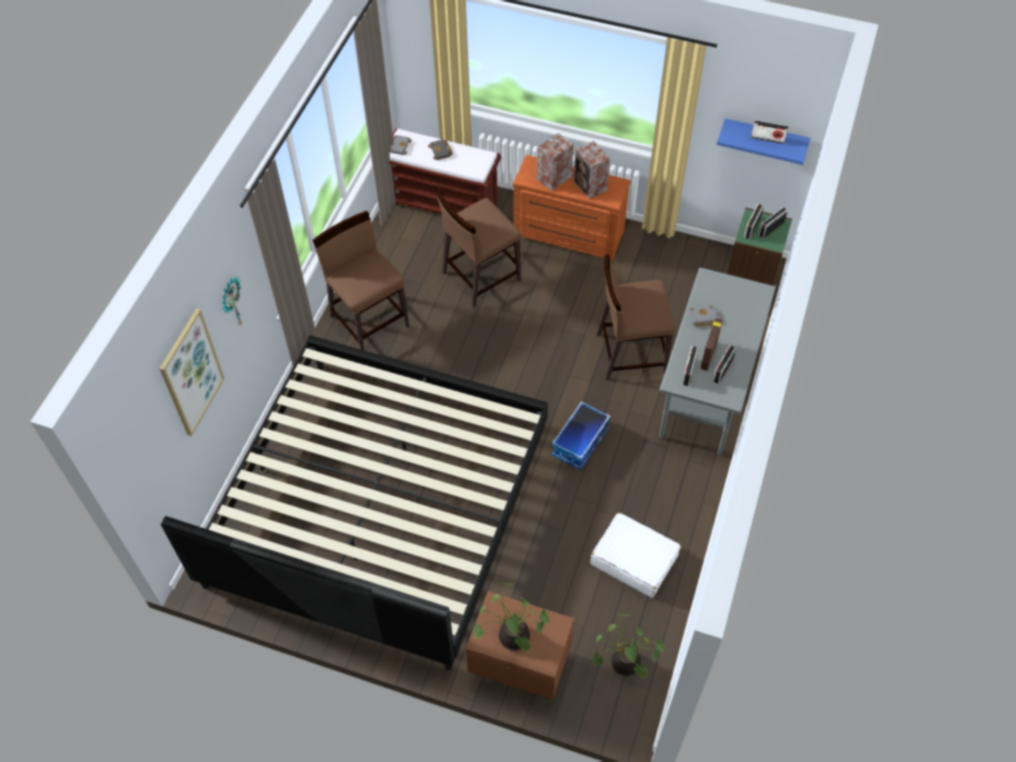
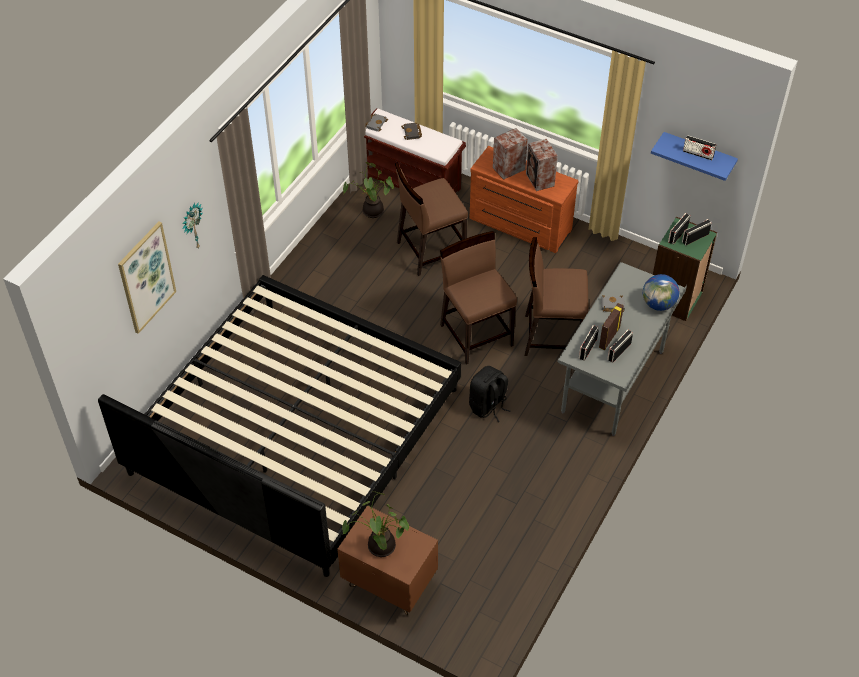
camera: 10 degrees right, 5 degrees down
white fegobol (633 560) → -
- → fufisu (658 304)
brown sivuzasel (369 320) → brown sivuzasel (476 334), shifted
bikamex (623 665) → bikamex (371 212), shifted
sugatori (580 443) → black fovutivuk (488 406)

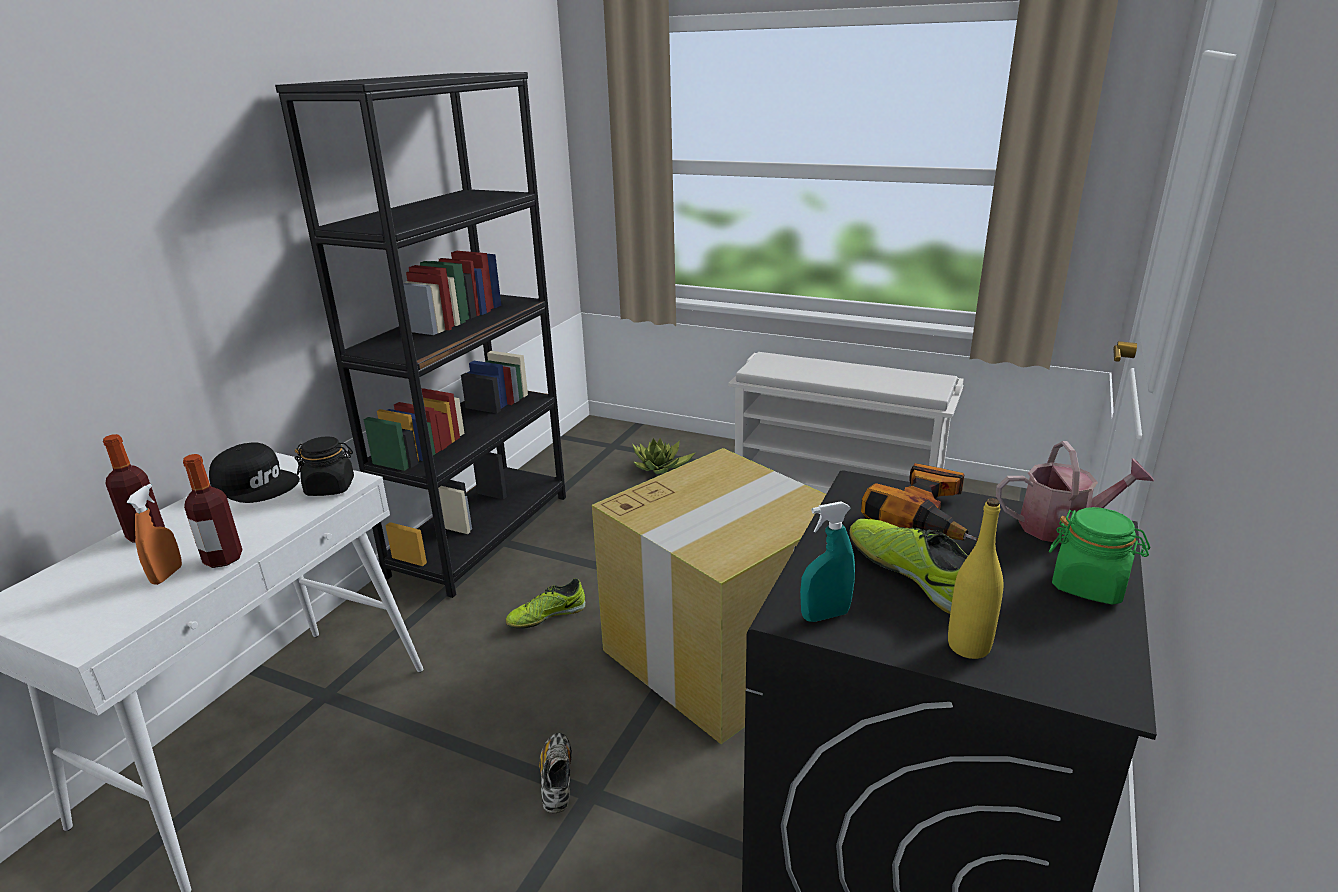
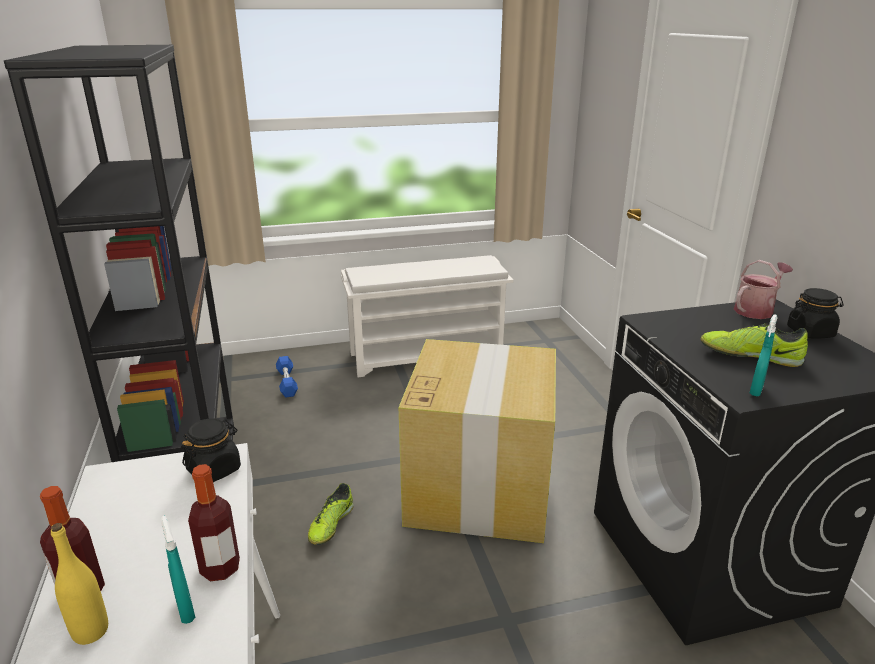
camera: 40 degrees left, 0 degrees up
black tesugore (257 484) → -
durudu (557 780) → -
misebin (931 517) → -
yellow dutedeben (968 646) → yellow dutedeben (90 631), shifted
bikamex (660 467) → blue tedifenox (287 383)
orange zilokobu (167 575) → turquoise zilokobu (185 609)
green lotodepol (1089 585) → black lotodepol (810 332)

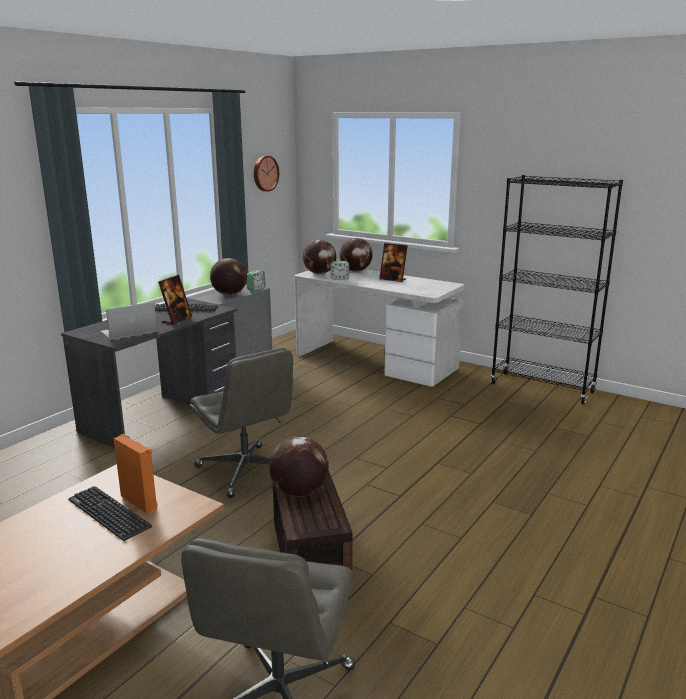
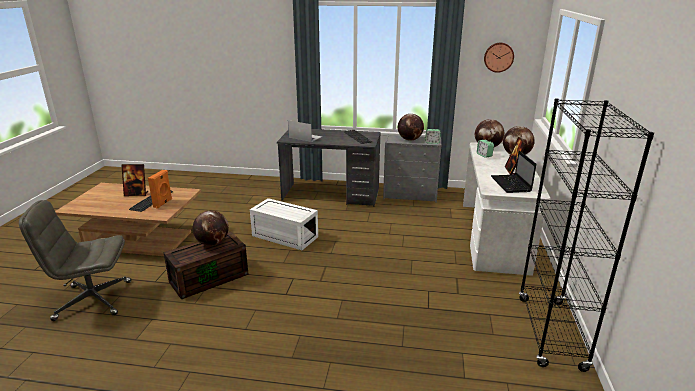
camera: 65 degrees right, 5 degrees up
- → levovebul (511 184)
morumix (177 320) → morumix (136 194), shifted
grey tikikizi (246 471) → white sugatori (283 236)

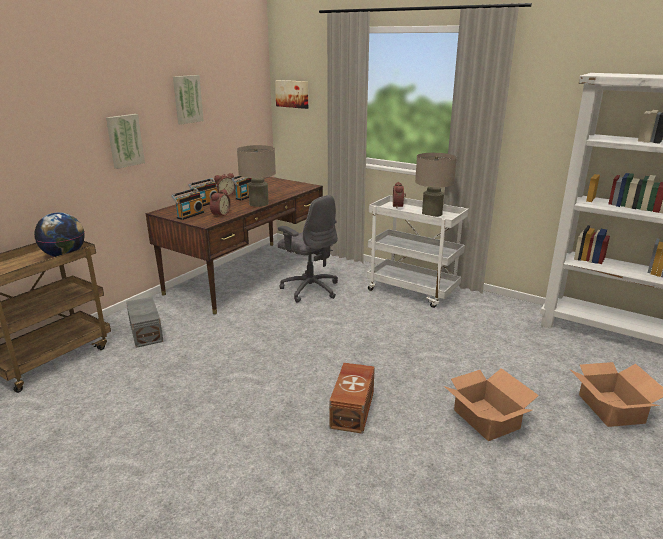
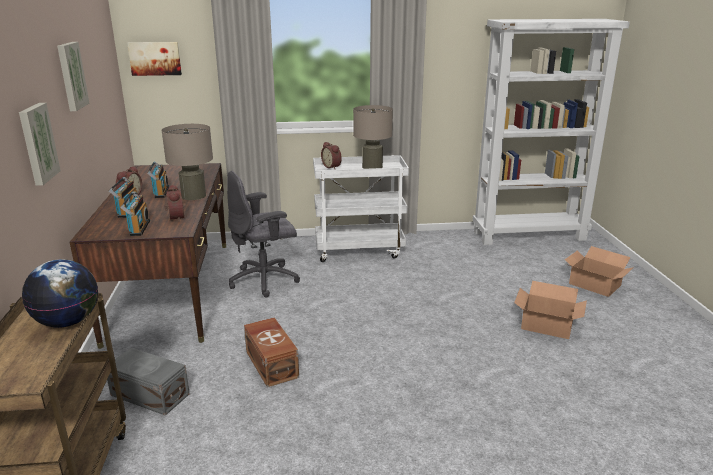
camera: 40 degrees left, 0 degrees up
brown sugatori (353 409) → brown sugatori (272 363), shifted
grey tikikizi (310 289) → grey tikikizi (265 280), 150 degrees clockwise

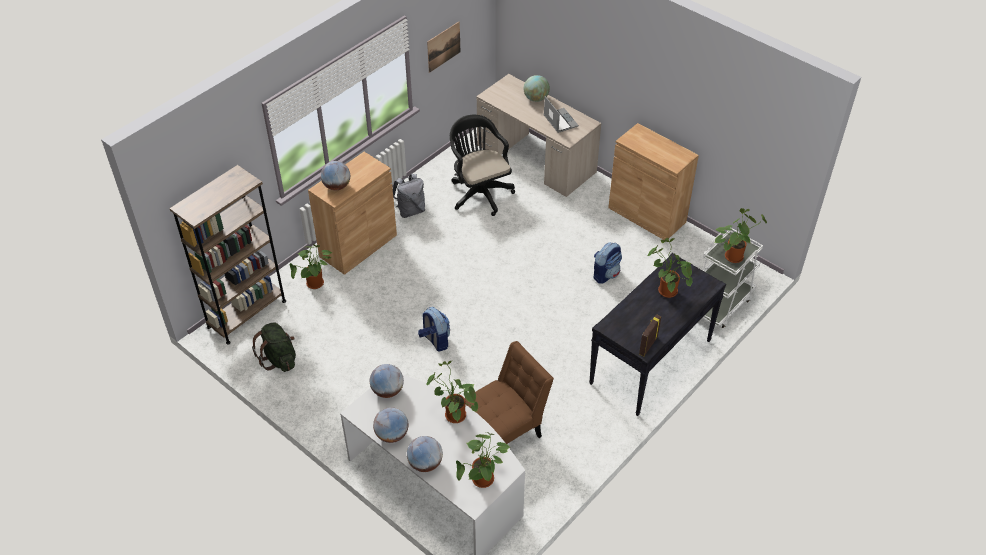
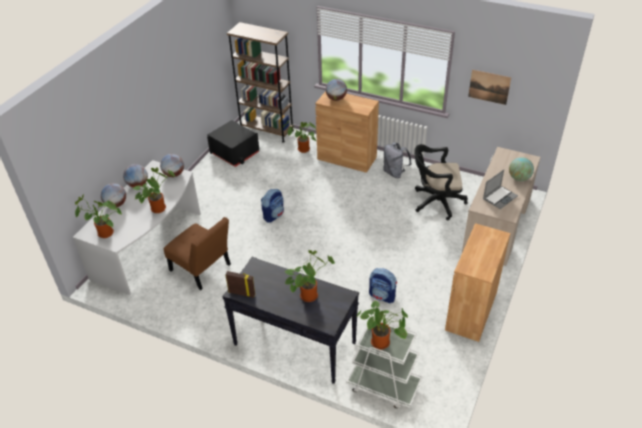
camera: 75 degrees right, 5 degrees down
green fovutivuk (279 359) → black sugatori (235 153)
black tikikizi (479 192) → black tikikizi (435 202), 135 degrees counterclockwise

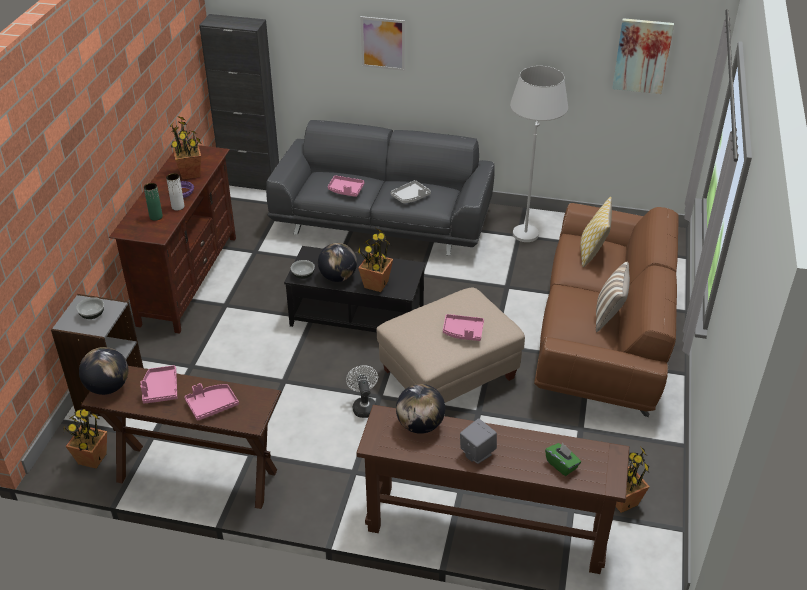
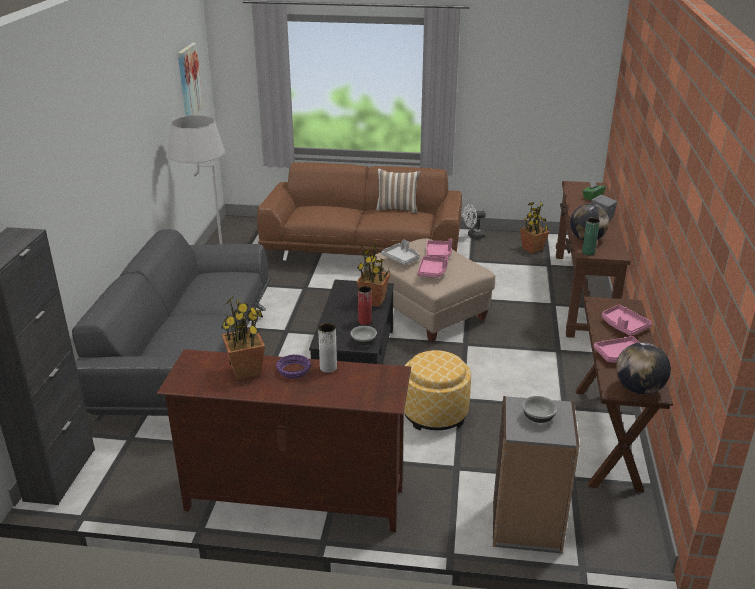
camera: 95 degrees left, 10 degrees down
bikamex (92 459) → -
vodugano (383 43) → -
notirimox (592 252) → -
- → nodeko (435 413)
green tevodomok (156 217) → green tevodomok (588 252), shifted
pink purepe (345 190) → pink purepe (432 272), shifted
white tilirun (363 406) → white tilirun (473 236), shifted
grey purepe (410 197) → grey purepe (401 258), shifted
fufisu (338 277) → red tevodomok (364 321)

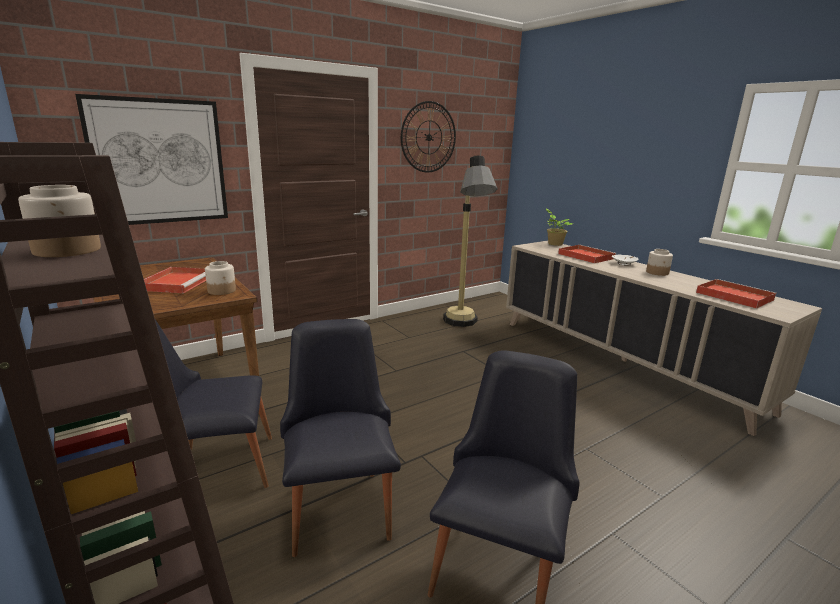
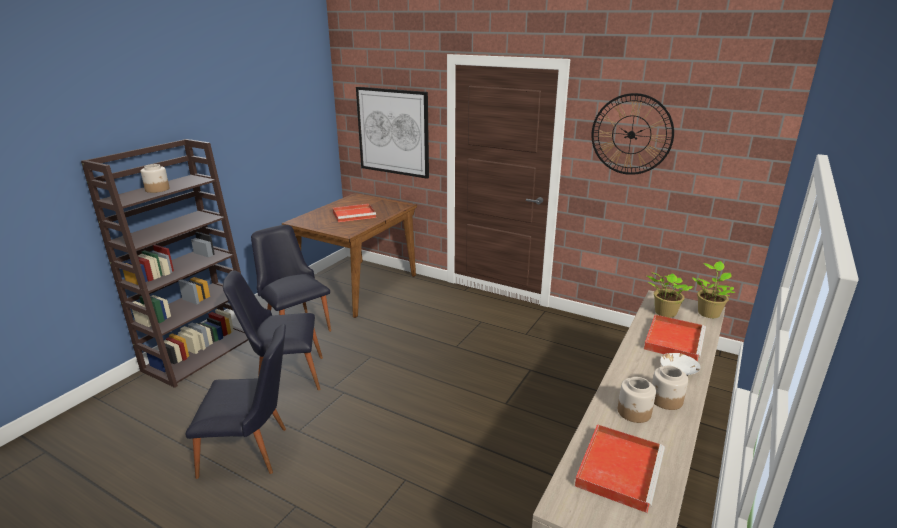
camera: 65 degrees right, 5 degrees up
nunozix (463 326) → -
- → bikamex (664 313)
lotodepol (222 291) → lotodepol (634 412), shifted
black sivuzasel (340 501) → black sivuzasel (283 375), 150 degrees counterclockwise

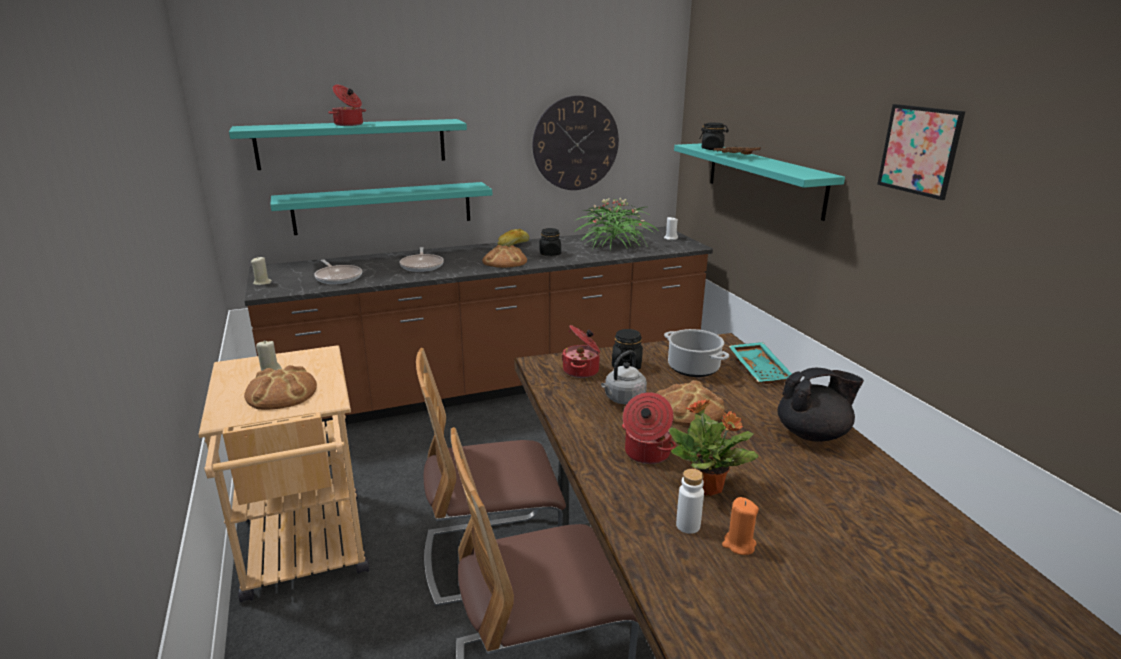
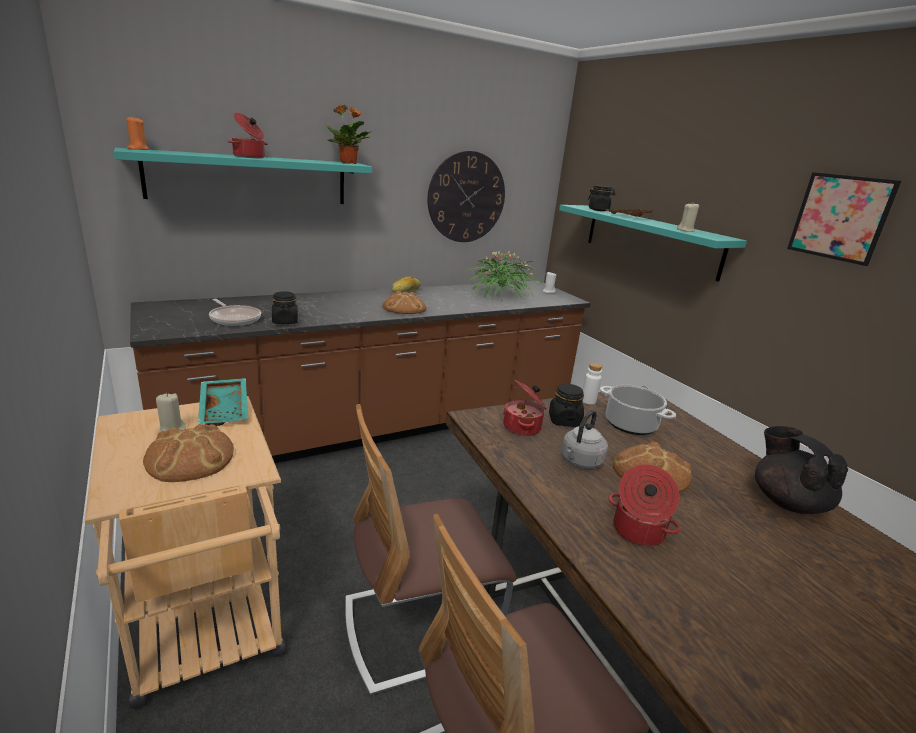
camera: 10 degrees left, 0 degrees up
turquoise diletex (383 208) → -
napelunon (422 265) → -
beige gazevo (262 283) → beige gazevo (685 230), shifted
black lotodepol (550 253) → black lotodepol (285 321), shifted
bikamex (708 488) → bikamex (348 163), shifted
white dutedeben (688 525) → white dutedeben (588 400), shifted
orange gazevo (738 544) → orange gazevo (138 149), shifted
turquoise purepe (760 370) → turquoise purepe (226 409), shifted
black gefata (813 434) → black gefata (787 502), 90 degrees counterclockwise

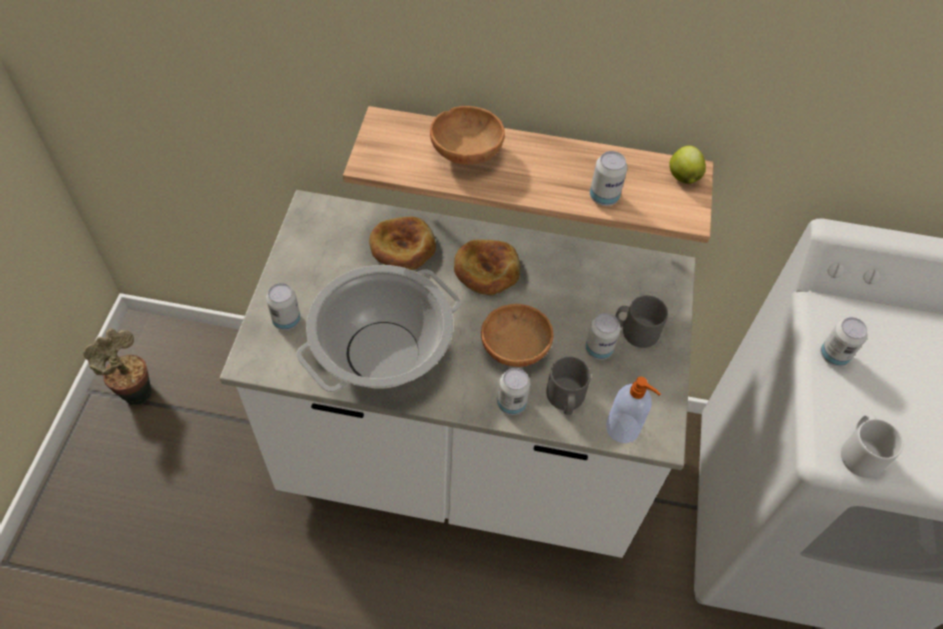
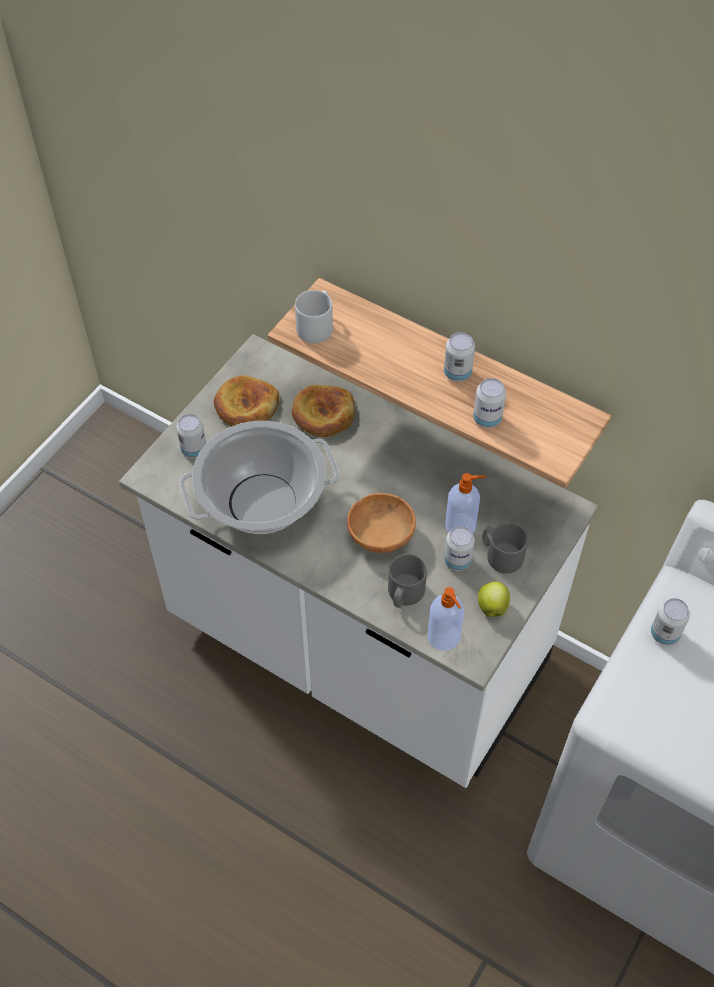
camera: 25 degrees right, 0 degrees up
bikamex (134 391) → -
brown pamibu (467 152) → -
- → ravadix (461 525)
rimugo (487 270) → rimugo (246 405), shifted
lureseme (511 404) → lureseme (457 373), shifted
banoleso (683 176) → banoleso (492 606), shifted
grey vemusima (860 453) → grey vemusima (316 327), shifted

